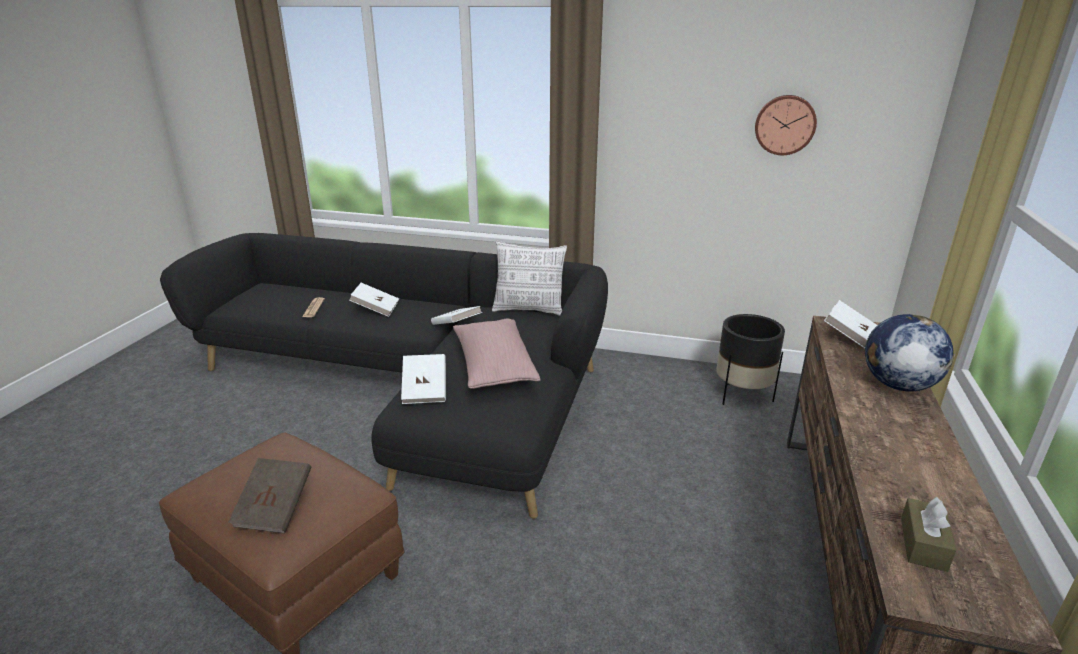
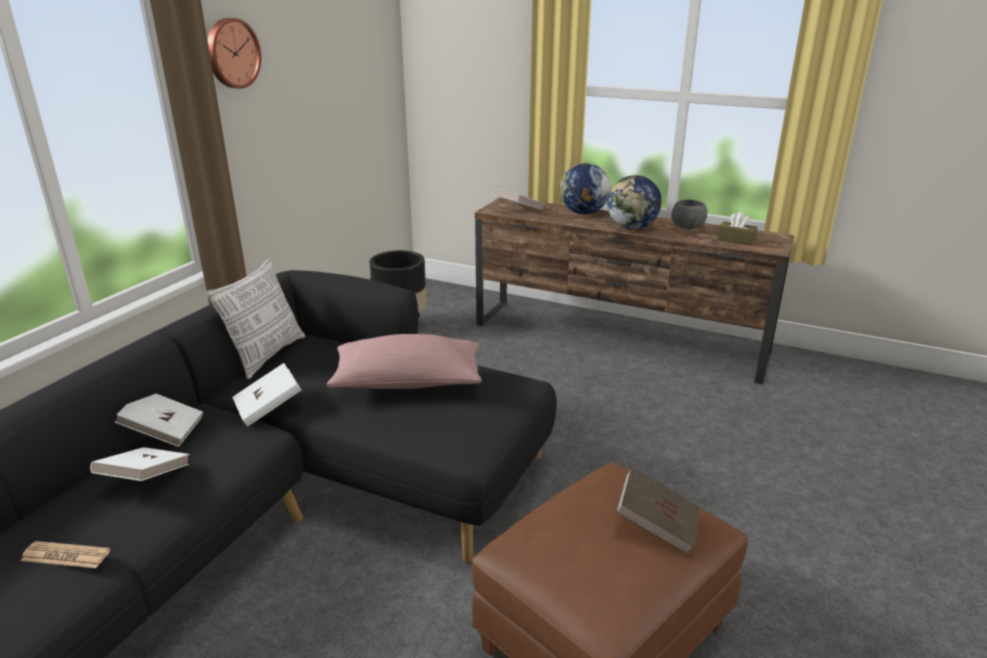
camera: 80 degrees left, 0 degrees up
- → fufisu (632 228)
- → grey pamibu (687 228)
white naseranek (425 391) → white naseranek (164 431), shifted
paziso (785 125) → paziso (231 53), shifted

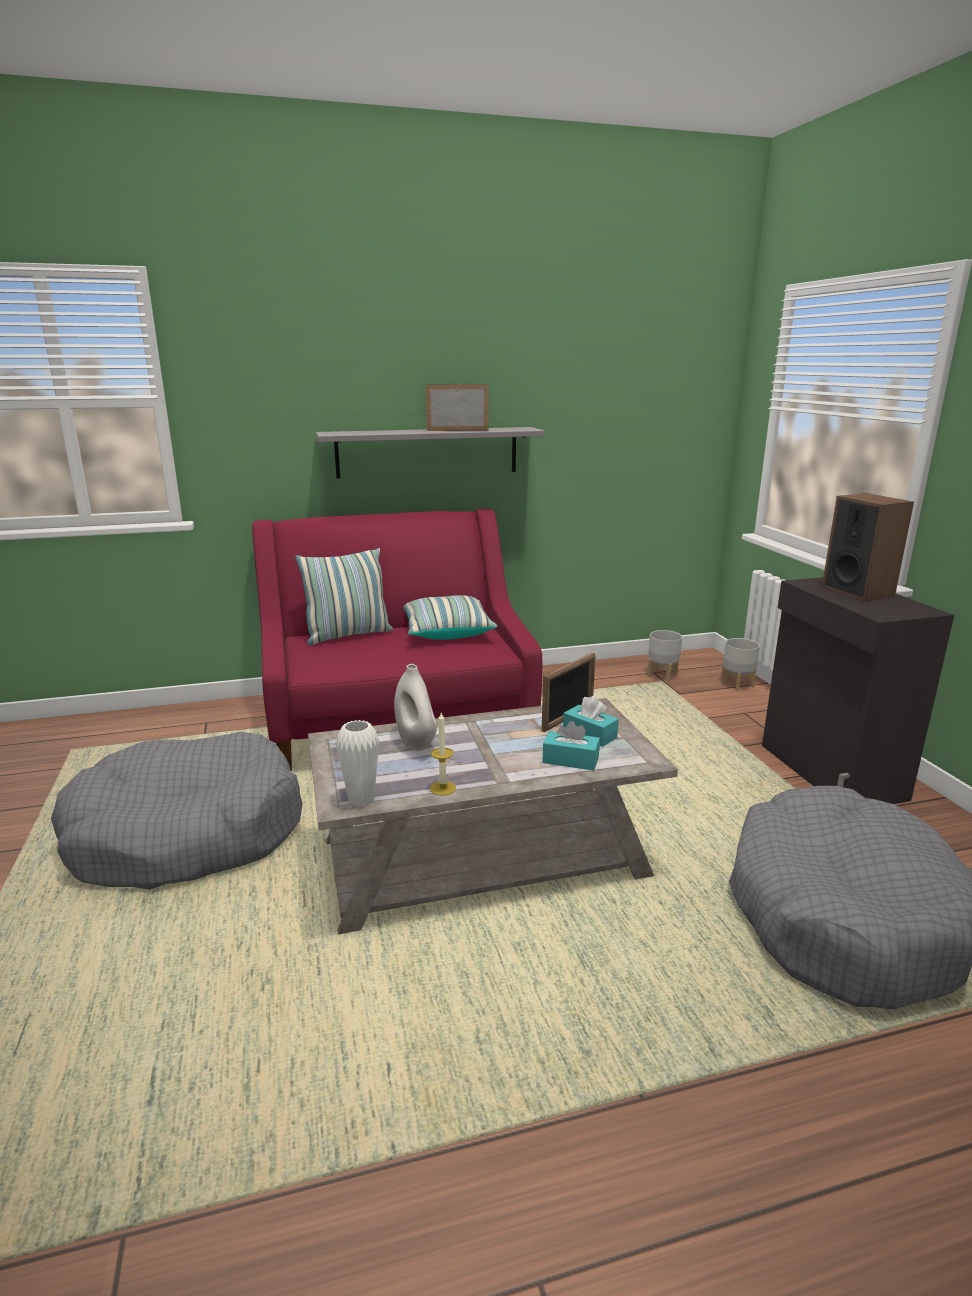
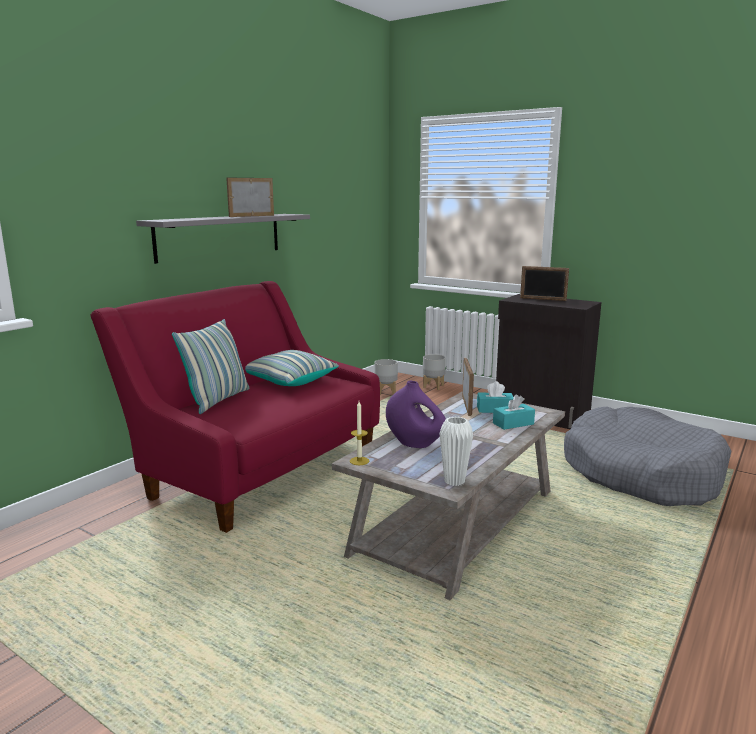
camera: 40 degrees left, 5 degrees down
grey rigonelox (187 833) → -
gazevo (443 788) → gazevo (359 461), shifted
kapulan (857 591) → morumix (543 299)
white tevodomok (416 743) → purple tevodomok (415 444)

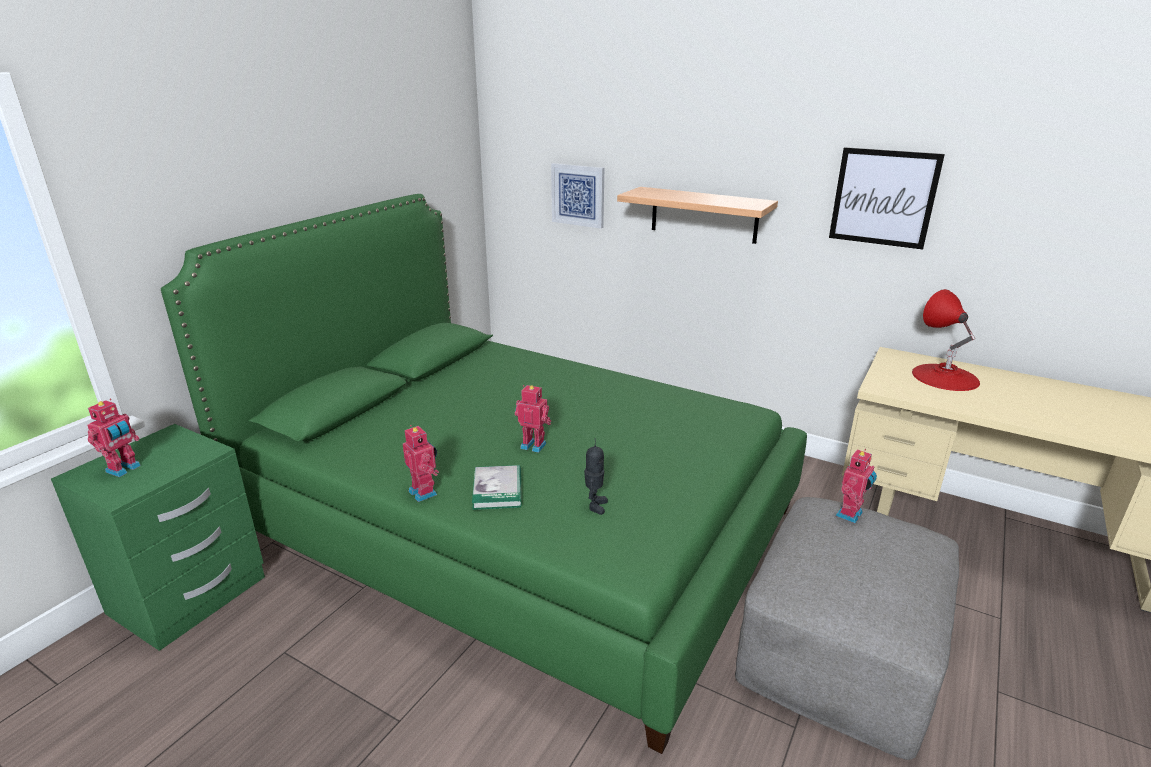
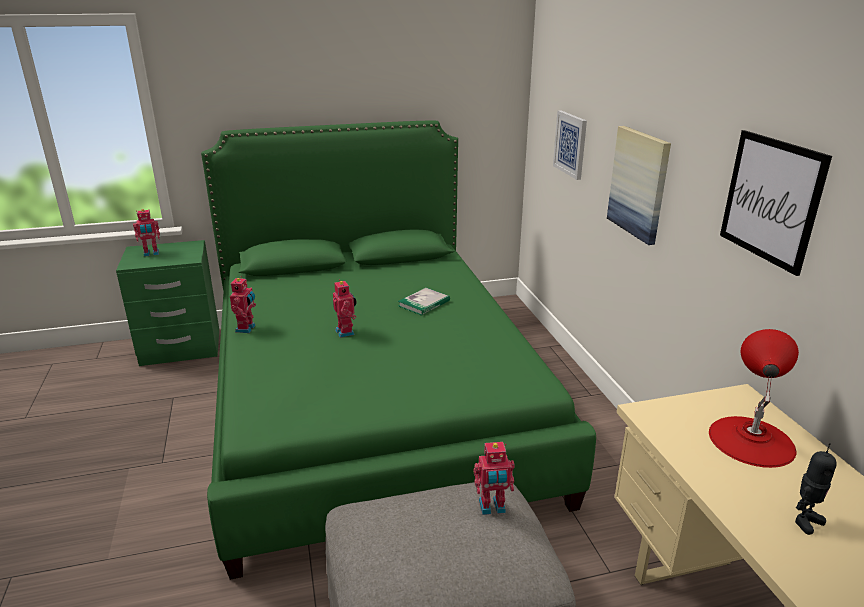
camera: 45 degrees right, 0 degrees up
naseranek (497 489) → naseranek (424 303), shifted
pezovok (595 506) → pezovok (805 521), shifted
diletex (704 215) → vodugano (639 183)

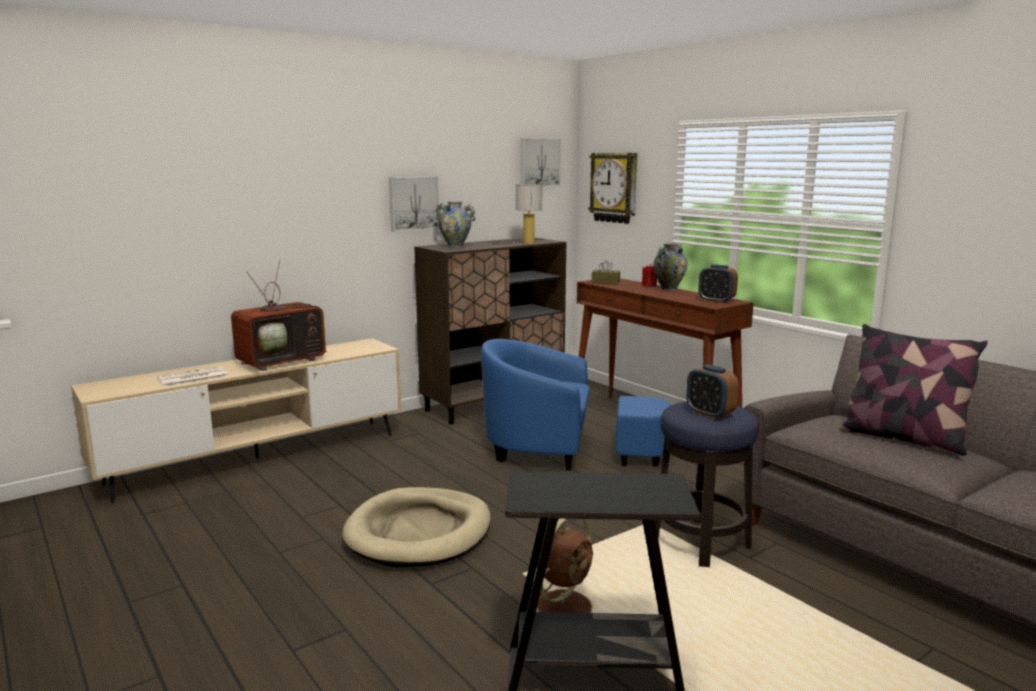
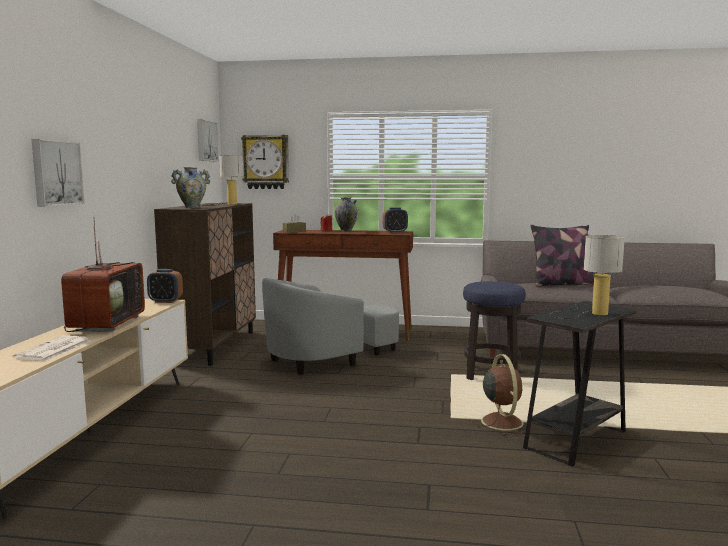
camera: 45 degrees left, 5 degrees down
beige rigonelox (419 532) → -
- → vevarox (588 312)
vodugano (413 203) → vodugano (56 173), shifted
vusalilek (710 414) → vusalilek (165 301), shifted
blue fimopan (562 451) → grey fimopan (326 358)

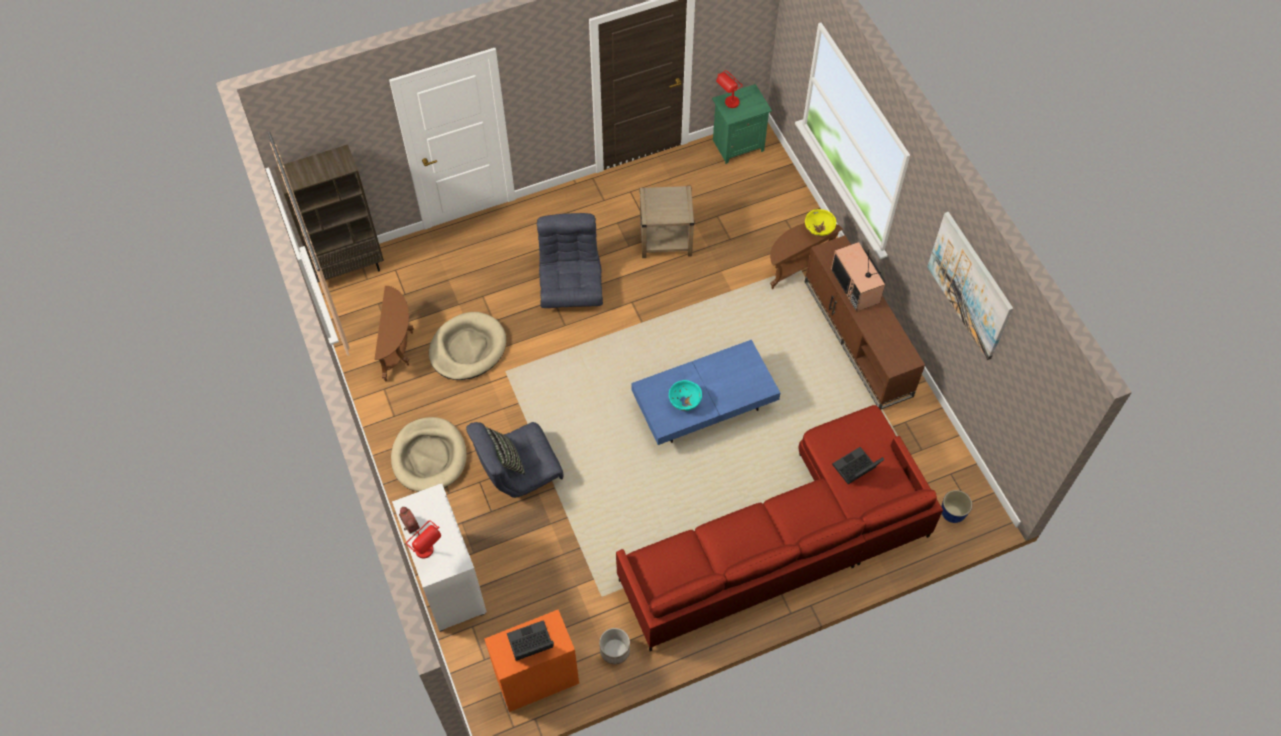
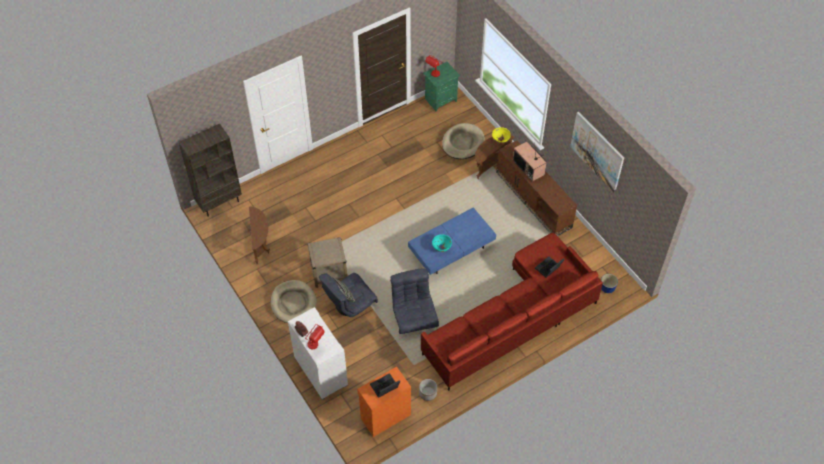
camera: 10 degrees left, 5 degrees down
beige rigonelox (467 348) → beige rigonelox (463 143), shifted
grey fimopan (571 286) → grey fimopan (414 316), shifted
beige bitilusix (666 239) → beige bitilusix (329 273), shifted

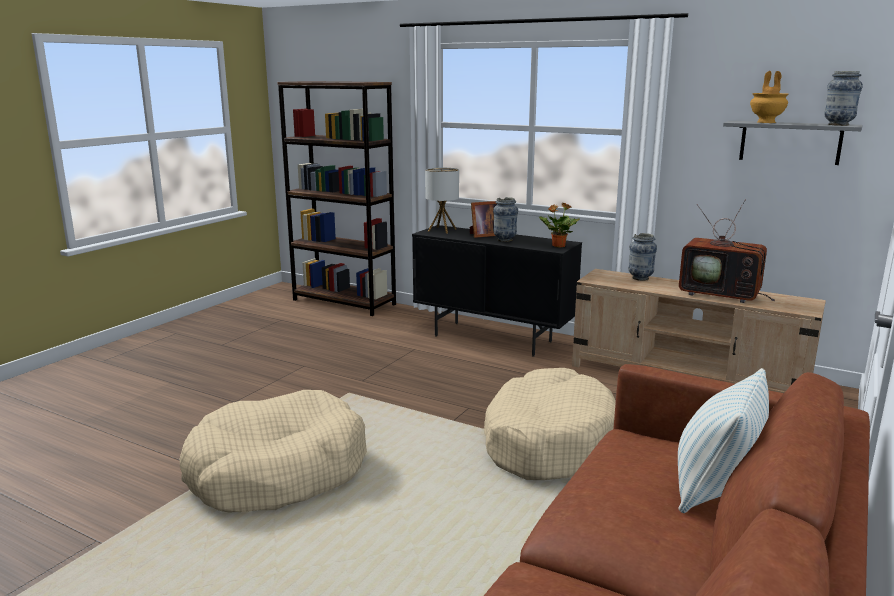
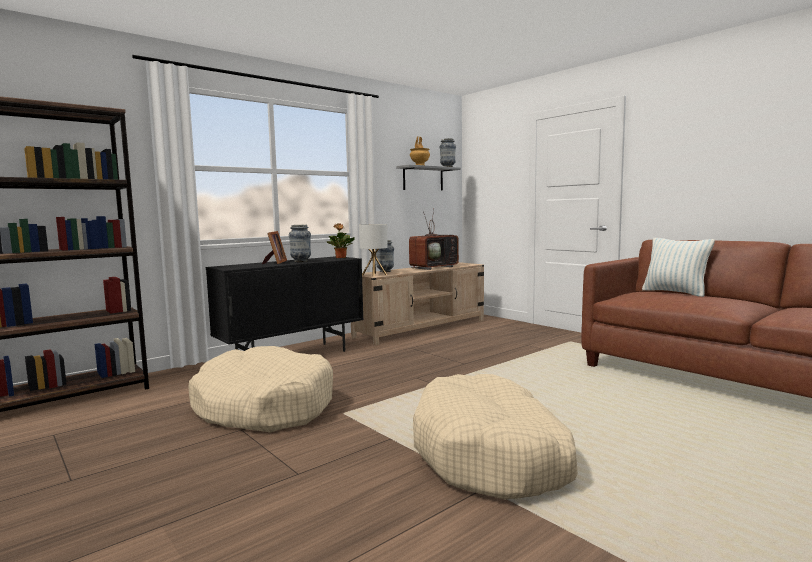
camera: 70 degrees left, 10 degrees down
vevarox (442 230) → vevarox (374 275), shifted
beige rigonelox (548 442) → beige rigonelox (264 407), shifted

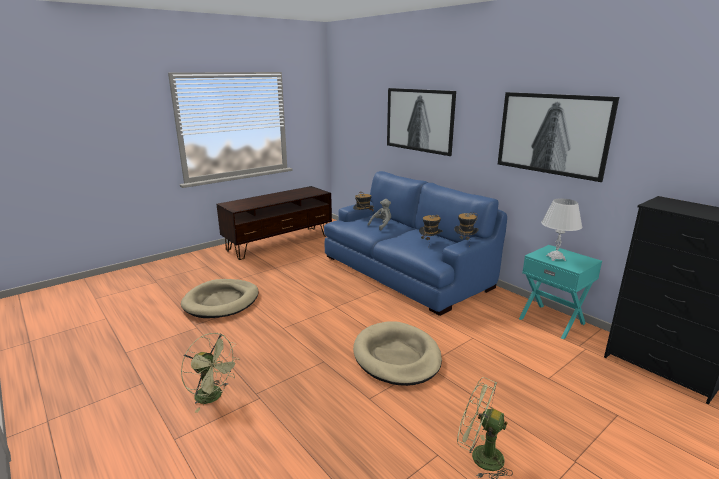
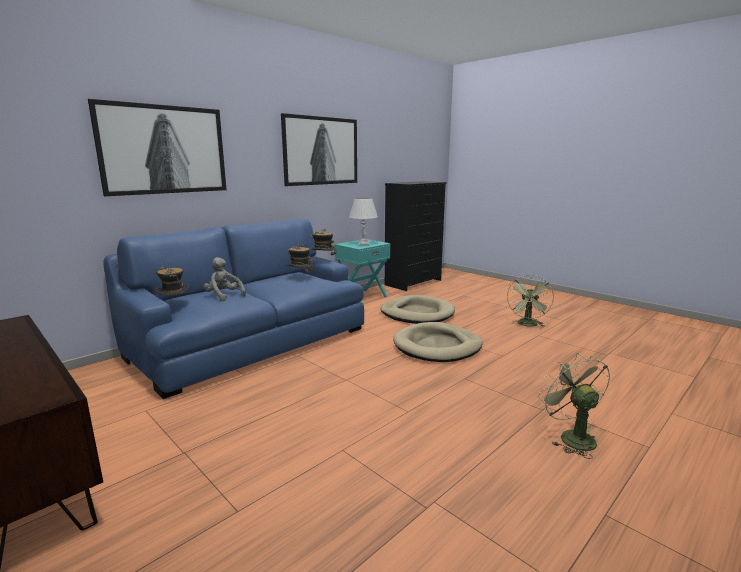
camera: 95 degrees left, 5 degrees down
beige rigonelox (221 301) → beige rigonelox (417 313), shifted
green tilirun (213 397) → green tilirun (571 437), 45 degrees counterclockwise

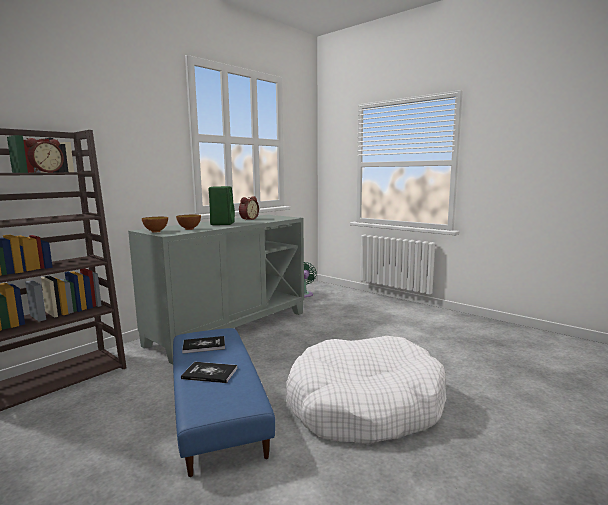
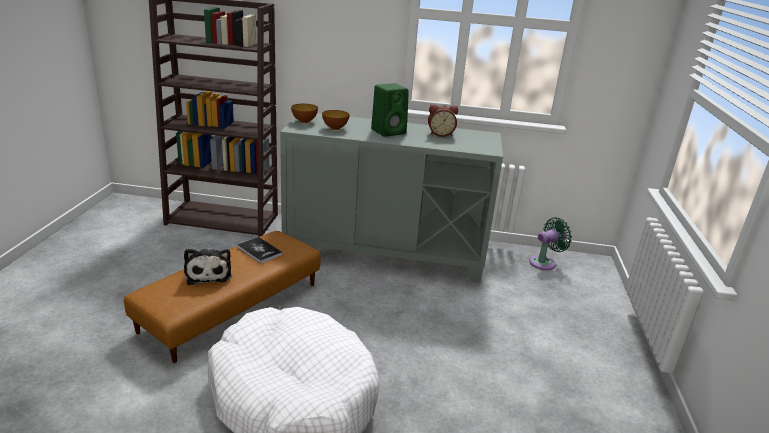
camera: 55 degrees right, 15 degrees up
vusalilek (45 172) → -
naseranek (209 373) → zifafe (208 273)
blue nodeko (217 406) → brown nodeko (232 307)

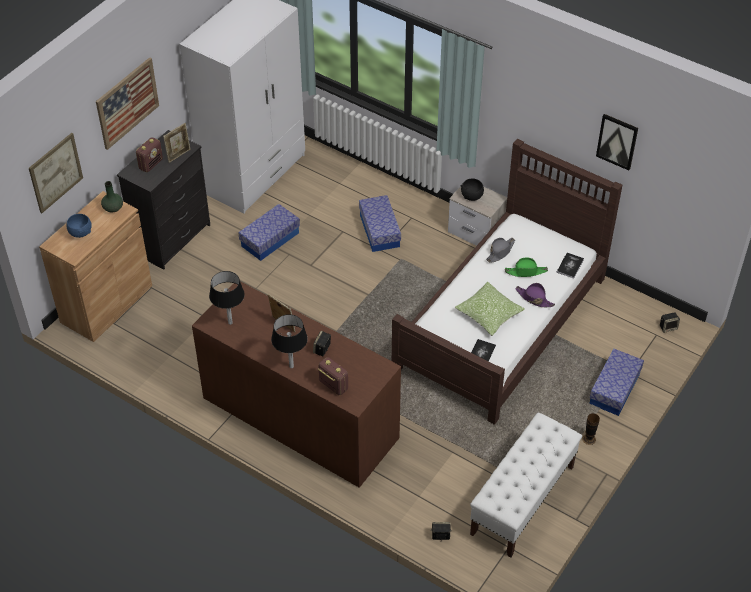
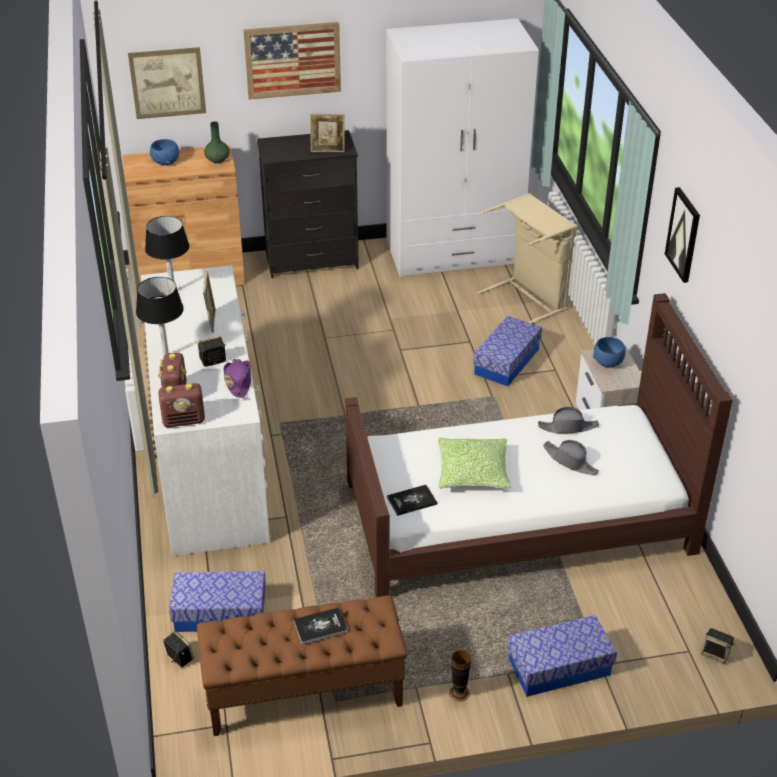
camera: 45 degrees right, 10 degrees down
- → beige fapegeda (529 298)
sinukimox (151 164) → sinukimox (184 421), shifted
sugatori (270 239) → sugatori (220 613), shifted
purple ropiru (534 298) → purple ropiru (238 382), shifted
naseranek (570 266) → naseranek (320 626), shifted
vodugano (617 141) → vodugano (684 234), shifted
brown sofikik (300 417) → white sofikik (210 461)
black pamibu (472 196) → blue pamibu (608 363)
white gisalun (522 500) → brown gisalun (303 693)
green ropiru (526 271) → grey ropiru (570 461)

